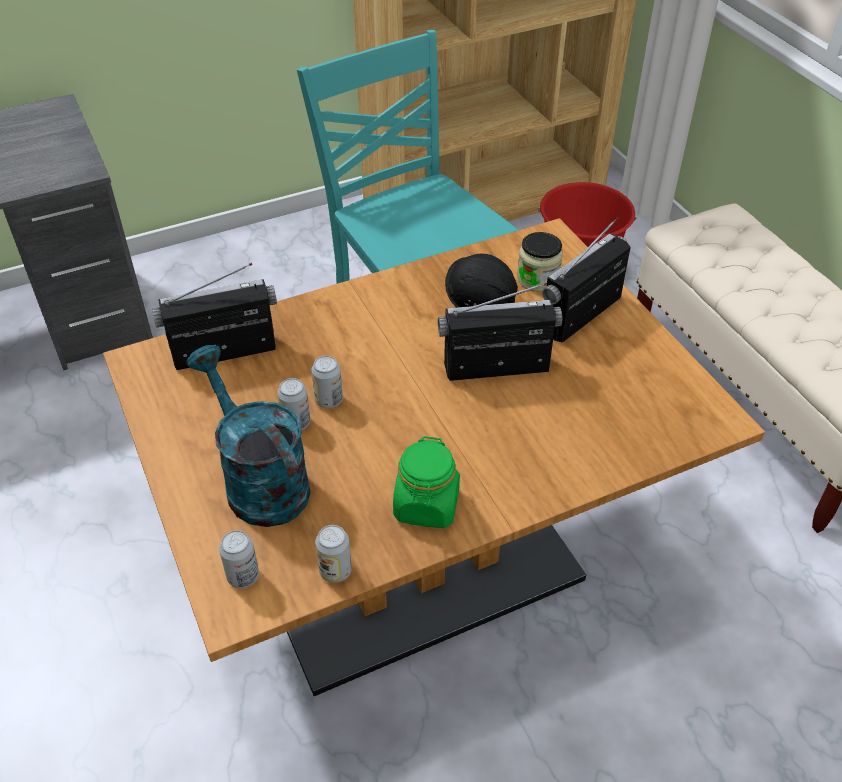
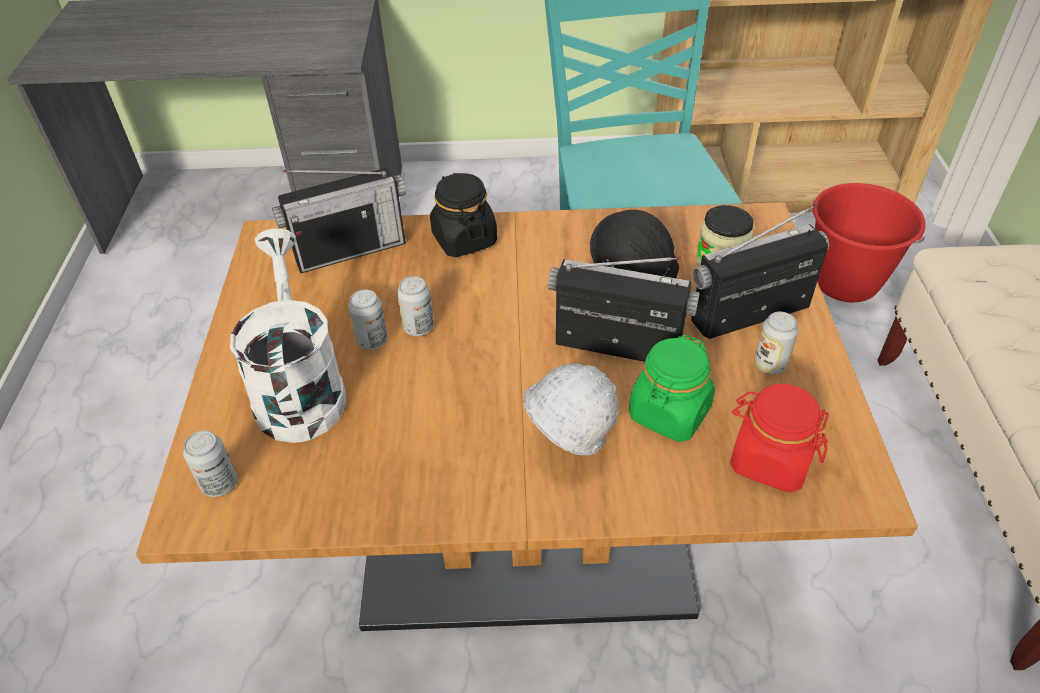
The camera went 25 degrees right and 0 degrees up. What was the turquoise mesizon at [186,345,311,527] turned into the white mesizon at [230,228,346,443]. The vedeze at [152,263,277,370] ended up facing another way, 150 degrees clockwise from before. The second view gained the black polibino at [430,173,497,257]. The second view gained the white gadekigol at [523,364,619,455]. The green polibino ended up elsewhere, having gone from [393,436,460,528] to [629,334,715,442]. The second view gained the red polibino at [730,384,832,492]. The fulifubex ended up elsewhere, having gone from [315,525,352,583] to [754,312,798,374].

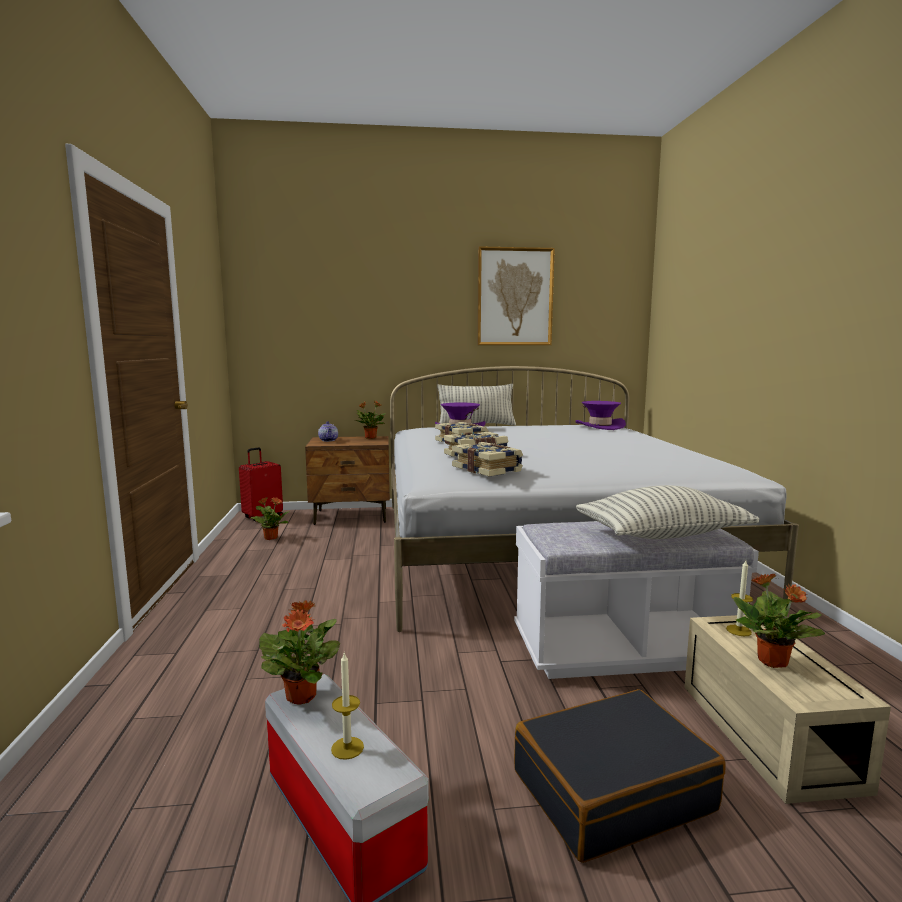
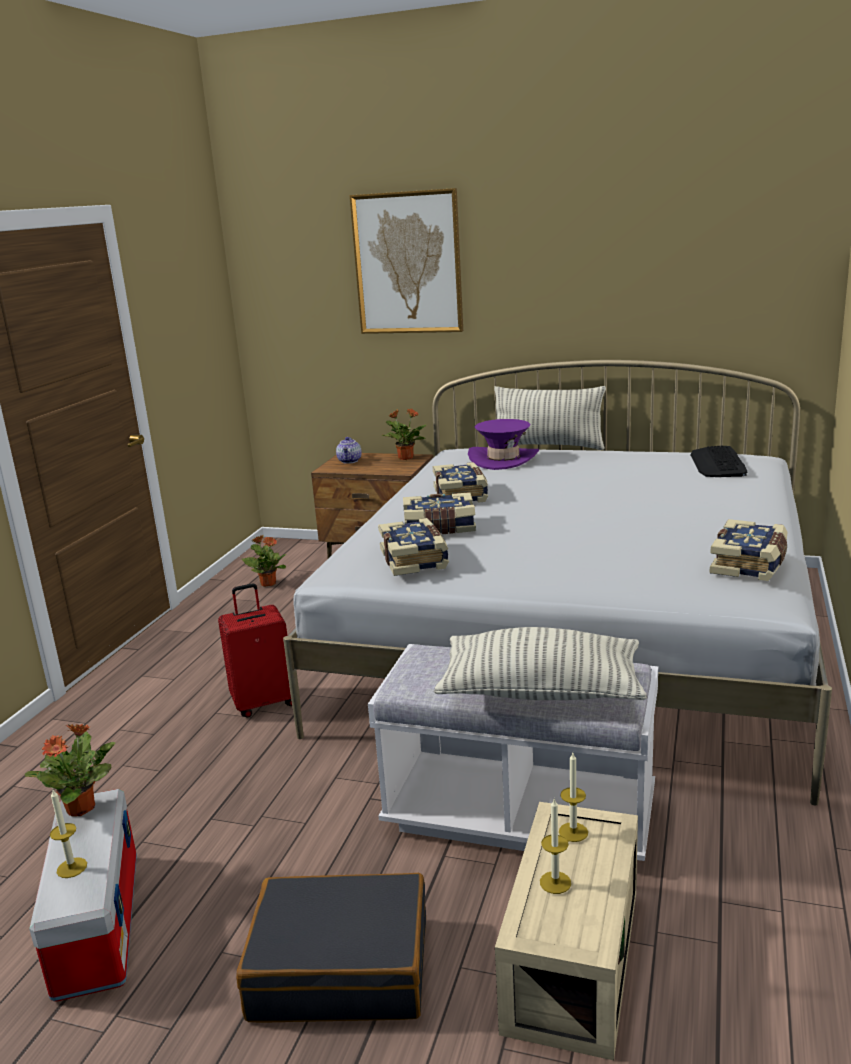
The camera went 25 degrees right and 10 degrees up. The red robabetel ended up elsewhere, having gone from [239,447,283,522] to [218,583,292,718]. The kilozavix ended up elsewhere, having gone from [477,246,555,345] to [350,188,463,334]. Where the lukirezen stood at [733,574,825,668], the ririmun came to stand at [540,799,571,894]. Where the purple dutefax stood at [575,401,626,430], the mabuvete came to stand at [690,445,747,477]. The second view gained the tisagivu at [709,519,788,581].

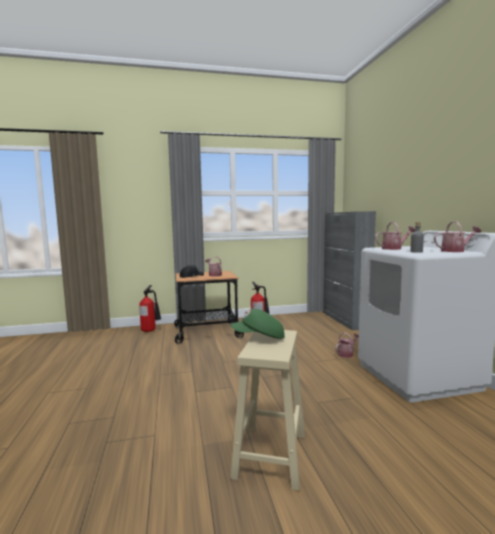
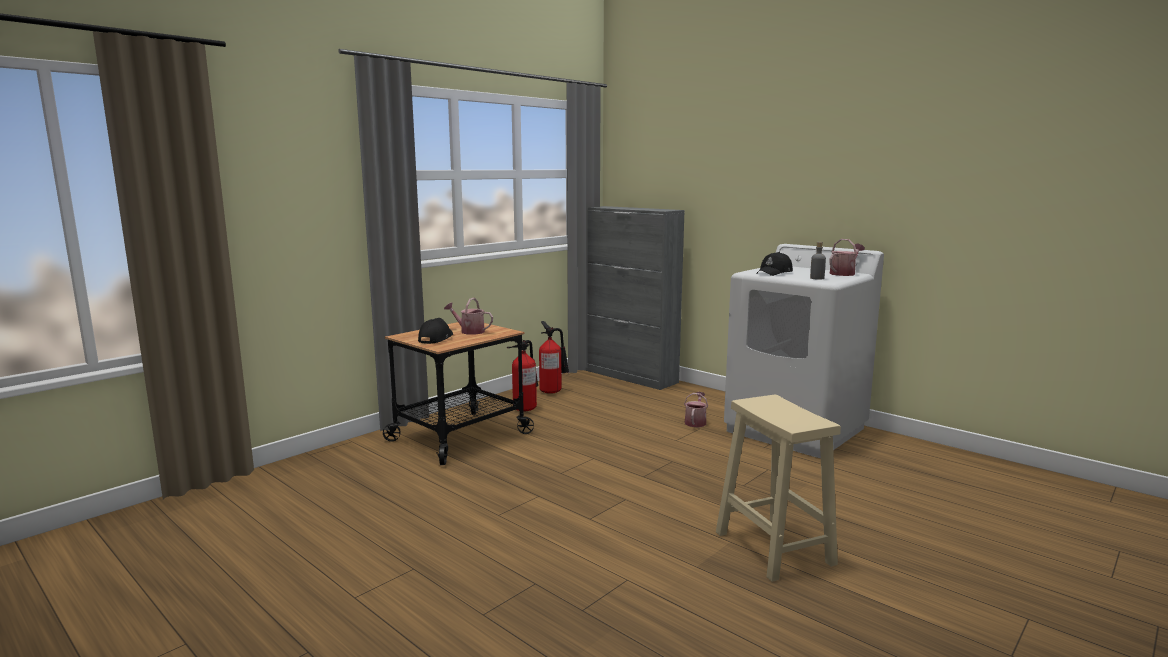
The camera went 35 degrees left and 5 degrees up. The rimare ended up elsewhere, having gone from [139,285,161,332] to [539,321,569,394]. Where the mesizon stood at [375,222,415,250], the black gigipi came to stand at [757,252,793,276]. The second view lost the green gigipi at [230,309,284,339].

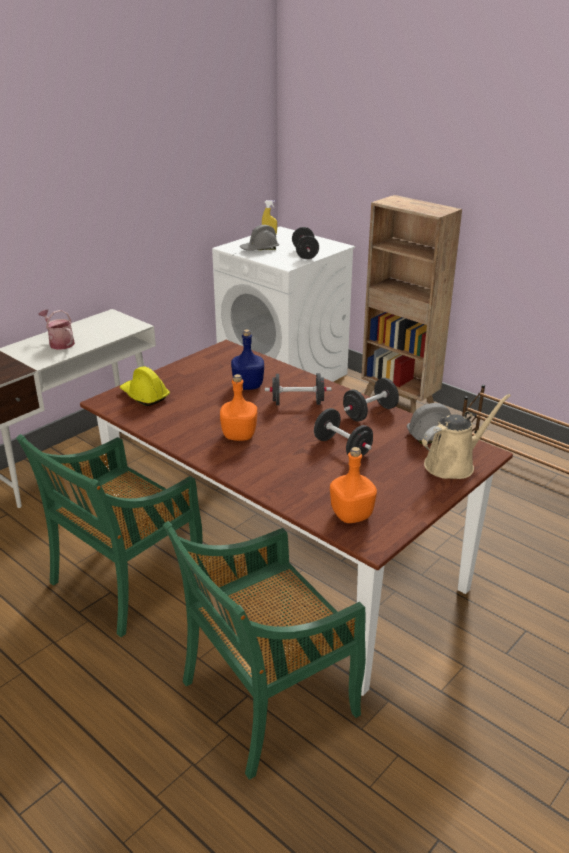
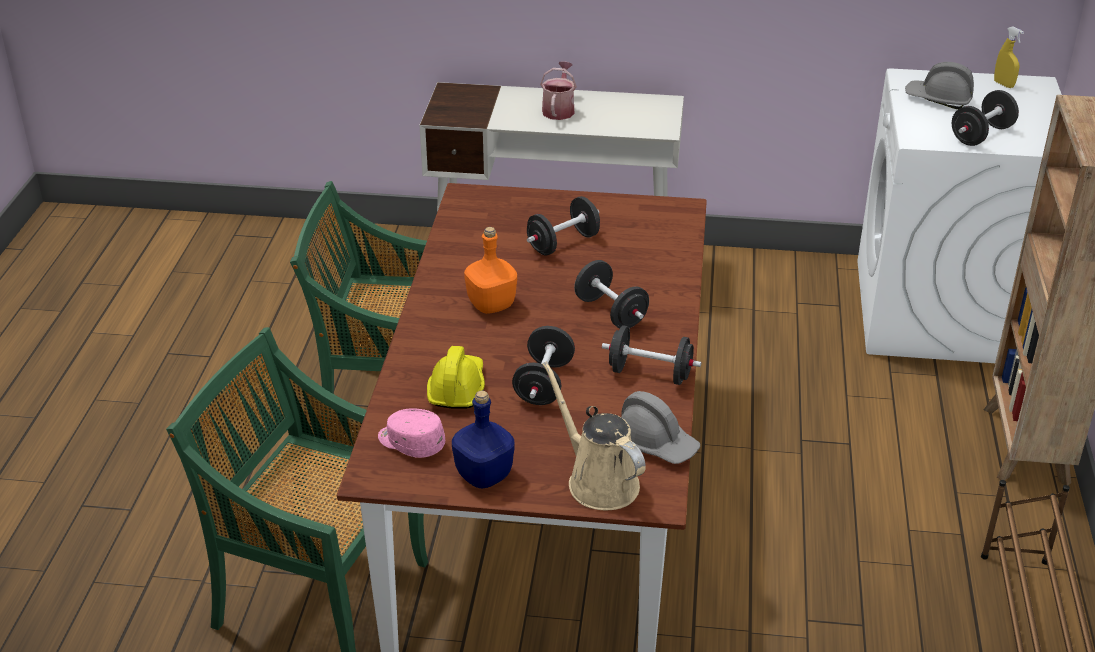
The camera went 55 degrees right and 5 degrees up. Where the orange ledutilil stood at [330,447,377,523], the pink gigipi came to stand at [378,408,445,458]. The yellow gadekigol ended up elsewhere, having gone from [120,366,170,406] to [427,346,485,409]. The blue ledutilil ended up elsewhere, having gone from [231,329,264,390] to [452,391,515,488]. The second view gained the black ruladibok at [527,196,600,256]. The beige mesizon at [422,394,511,479] ended up facing another way, 150 degrees counterclockwise from before.

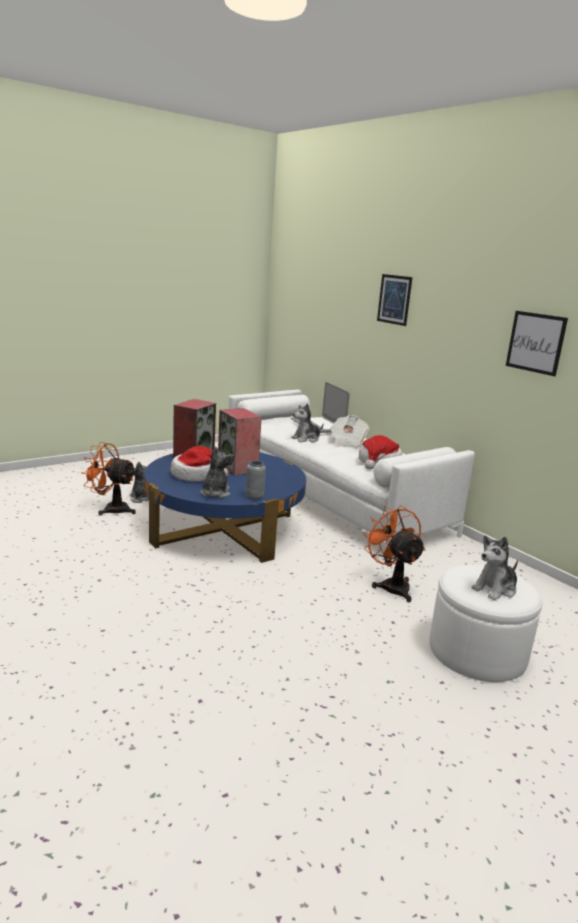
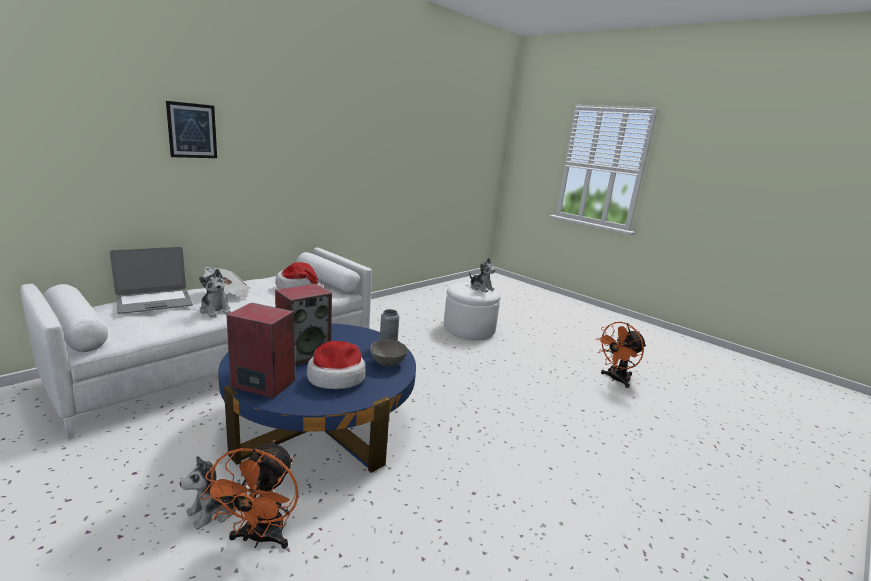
The camera went 100 degrees left and 0 degrees up. Where the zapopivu stood at [200,446,233,498], the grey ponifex came to stand at [370,340,408,366]. The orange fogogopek ended up elsewhere, having gone from [363,505,426,602] to [596,322,646,388]. The second view lost the kilozavix at [506,311,568,376].

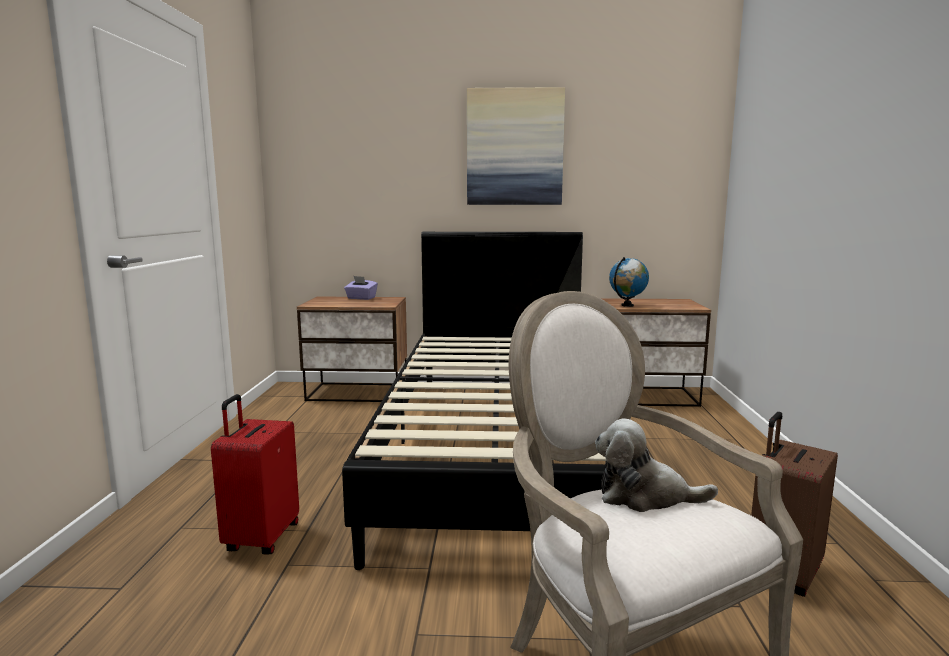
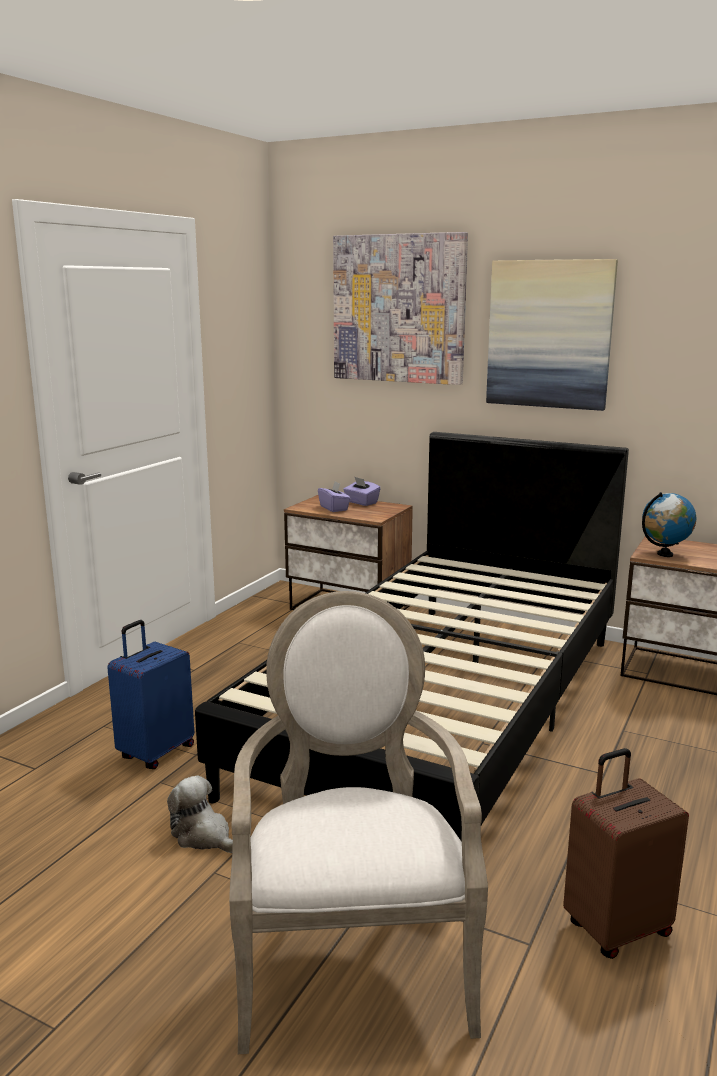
The camera went 25 degrees right and 5 degrees up. What was the red robabetel at [211,394,299,555] turned into the blue robabetel at [107,620,194,769]. The zapopivu ended up elsewhere, having gone from [595,419,718,512] to [167,775,233,853]. The second view gained the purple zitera at [318,482,351,512]. The second view gained the kilozavix at [333,232,468,385].

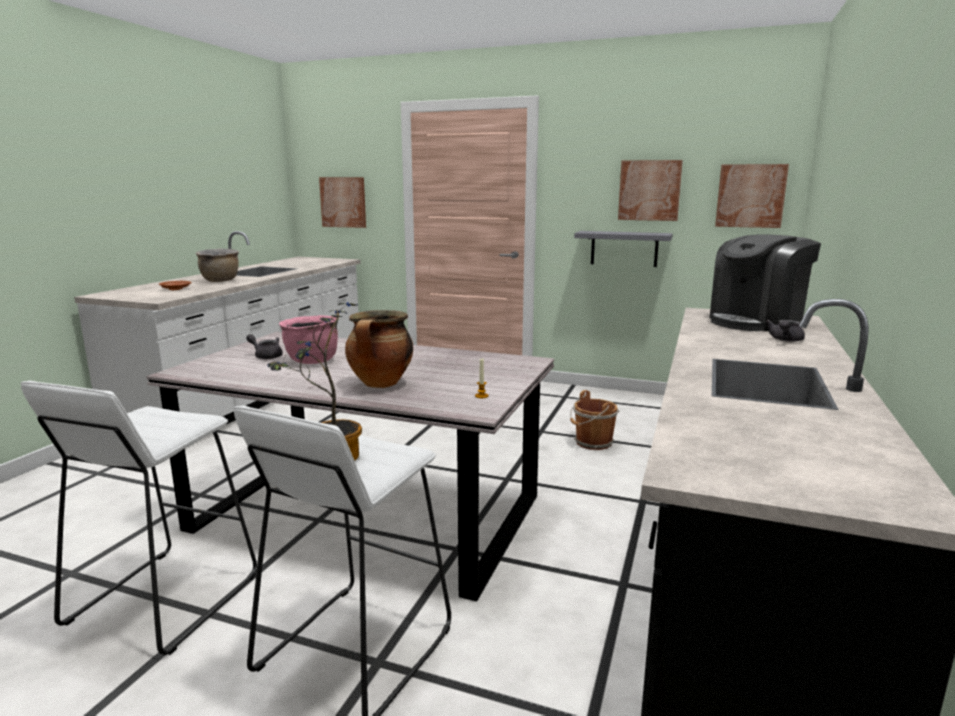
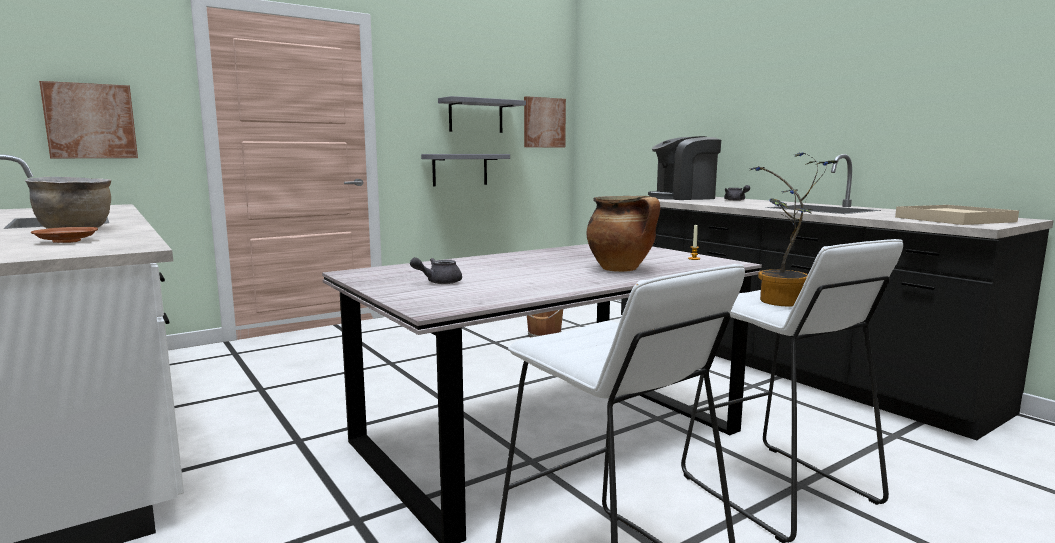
The camera went 55 degrees left and 5 degrees down. Where the kilozavix hung at [618,160,683,221], the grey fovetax came to hang at [438,96,526,133]. The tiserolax at [710,234,821,331] ended up facing another way, 75 degrees clockwise from before. The second view gained the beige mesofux at [895,205,1019,225]. The second view lost the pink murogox at [279,315,338,364].

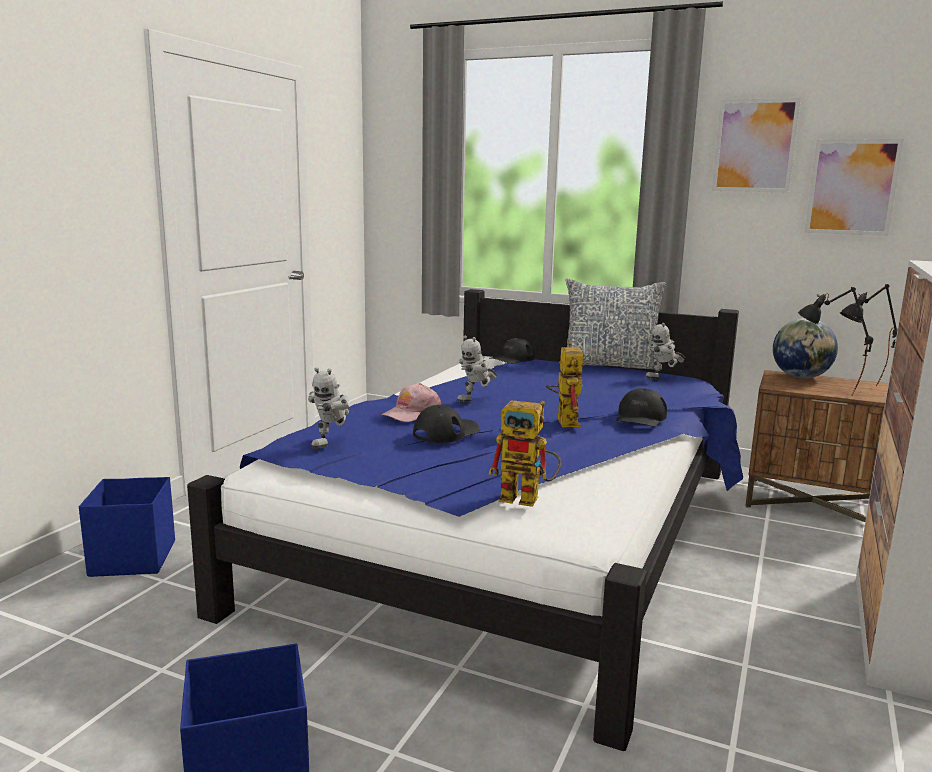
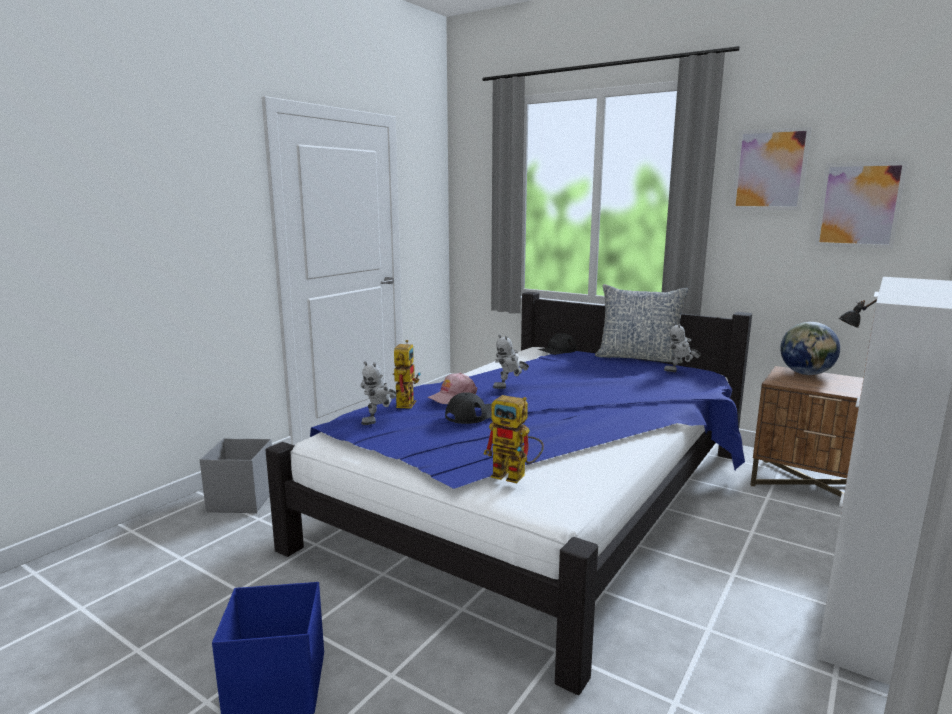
The camera went 10 degrees right and 0 degrees up. What was the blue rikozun at [79,477,175,577] turned into the grey rikozun at [200,438,272,513]. The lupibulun ended up elsewhere, having gone from [546,342,583,427] to [393,340,421,409]. The second view lost the black gigipi at [616,388,667,427]. The second view lost the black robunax at [798,287,873,395].

